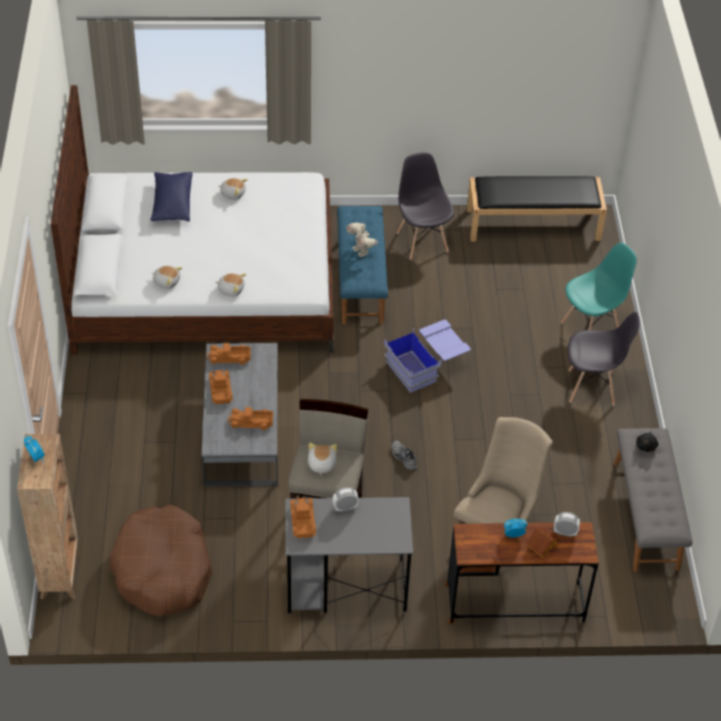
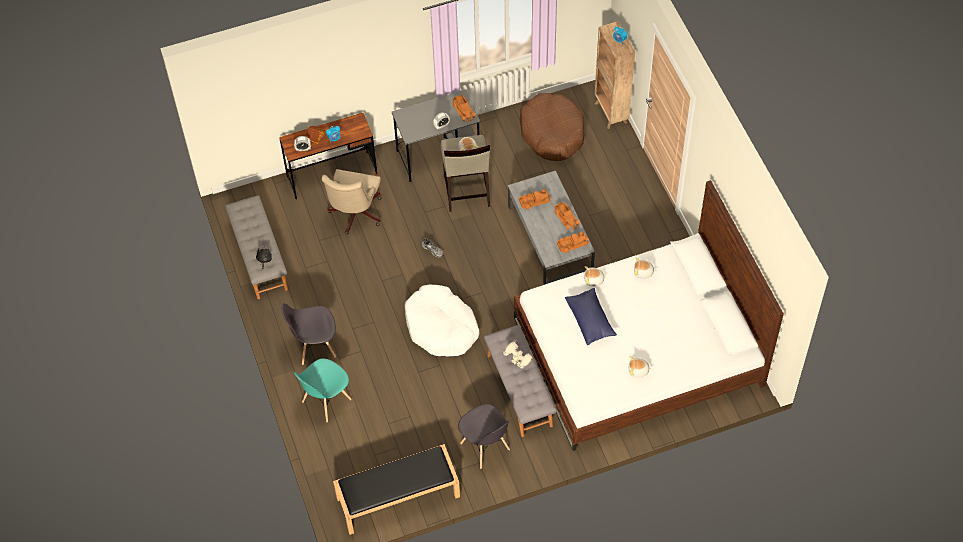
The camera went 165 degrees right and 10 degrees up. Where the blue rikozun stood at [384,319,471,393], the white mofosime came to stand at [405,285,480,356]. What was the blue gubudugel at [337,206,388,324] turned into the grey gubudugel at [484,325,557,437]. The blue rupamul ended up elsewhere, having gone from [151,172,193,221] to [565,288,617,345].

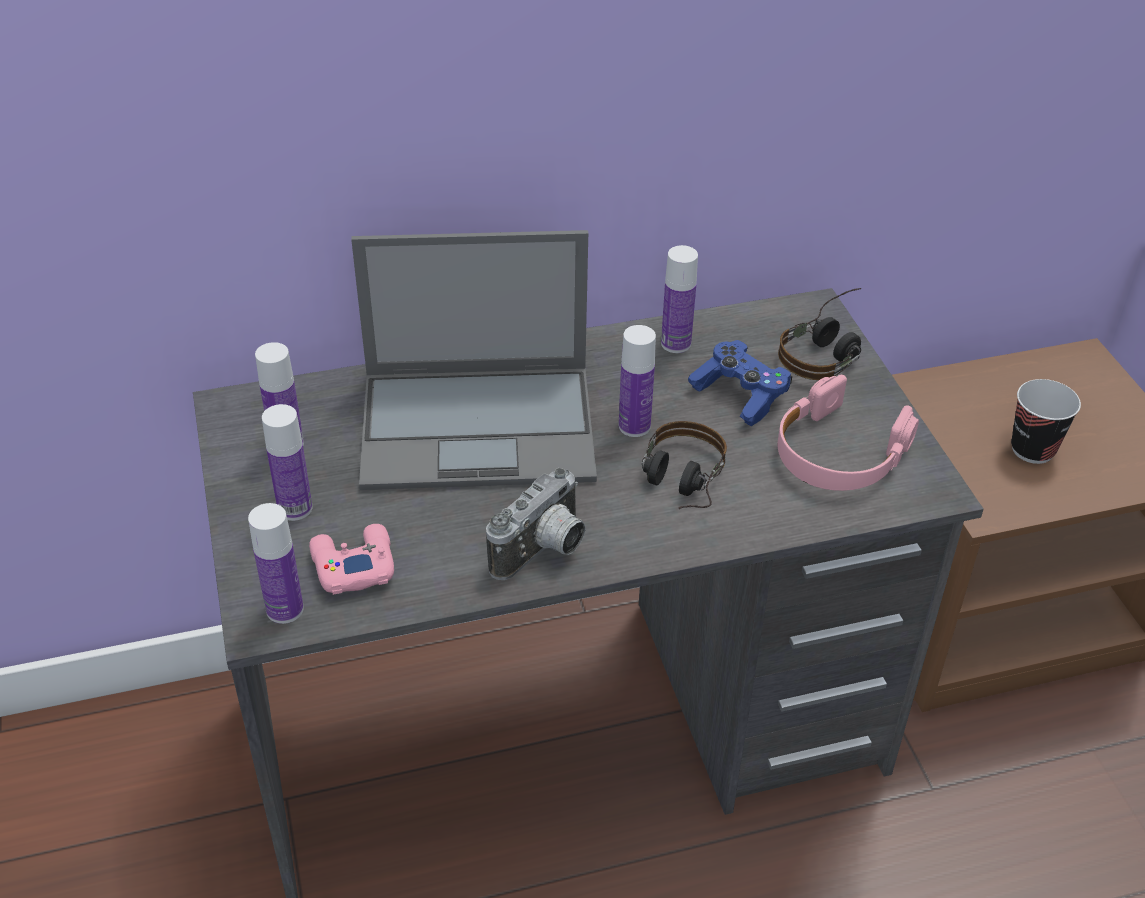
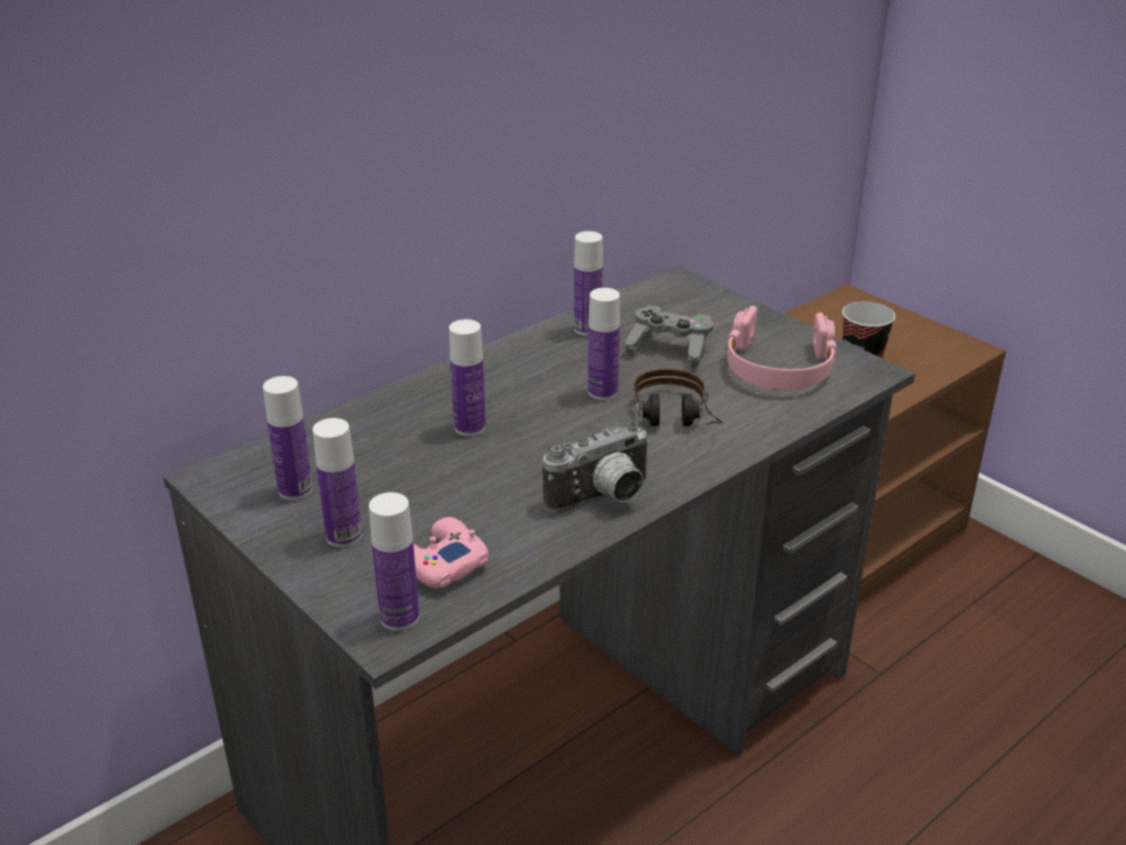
The camera went 25 degrees left and 10 degrees down. Where the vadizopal stood at [351,230,597,490], the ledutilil came to stand at [449,319,486,436]. The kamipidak at [486,468,586,580] ended up facing another way, 45 degrees clockwise from before. What was the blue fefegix at [688,340,792,426] turned into the grey fefegix at [623,305,714,367]. The second view lost the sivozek at [778,288,861,380].

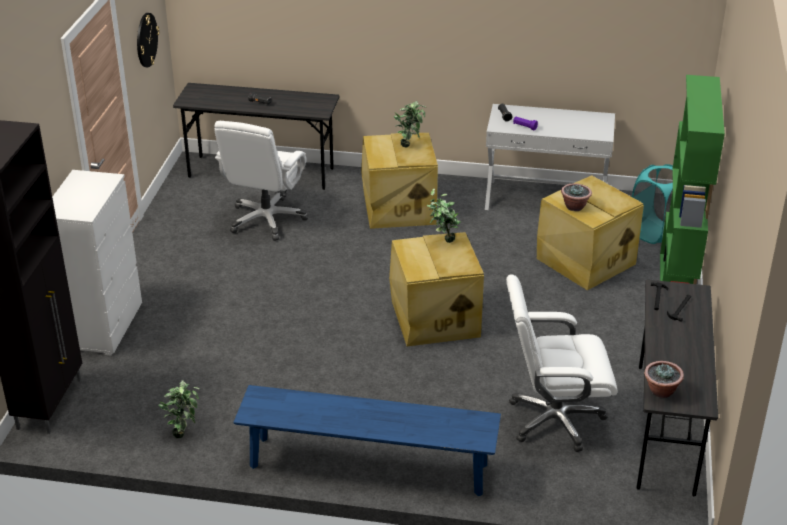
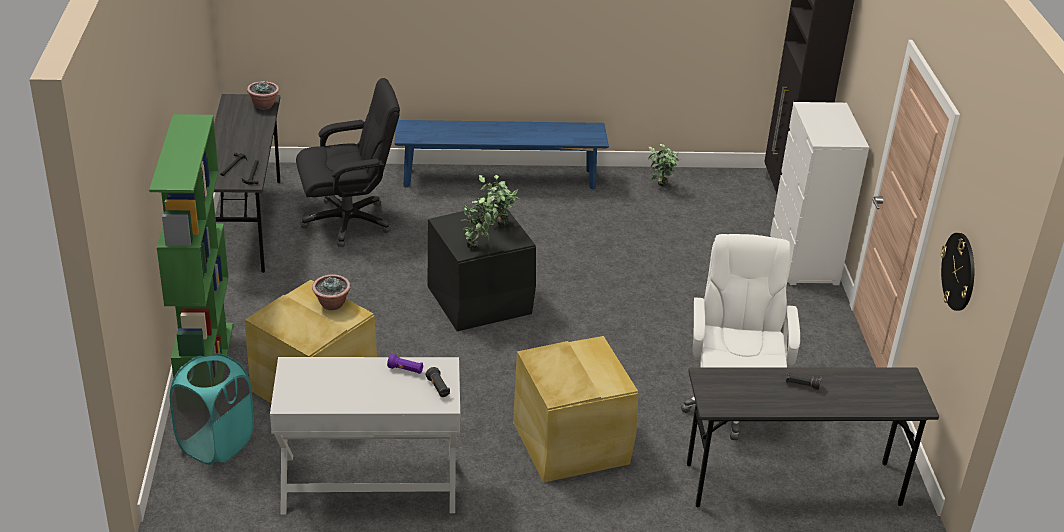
The camera went 165 degrees right and 0 degrees up. What was the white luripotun at [506,274,618,452] turned into the black luripotun at [296,78,400,247]. What was the beige rikozun at [389,232,484,346] turned into the black rikozun at [428,207,536,331]. The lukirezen ended up elsewhere, having gone from [394,101,427,147] to [479,175,519,226].

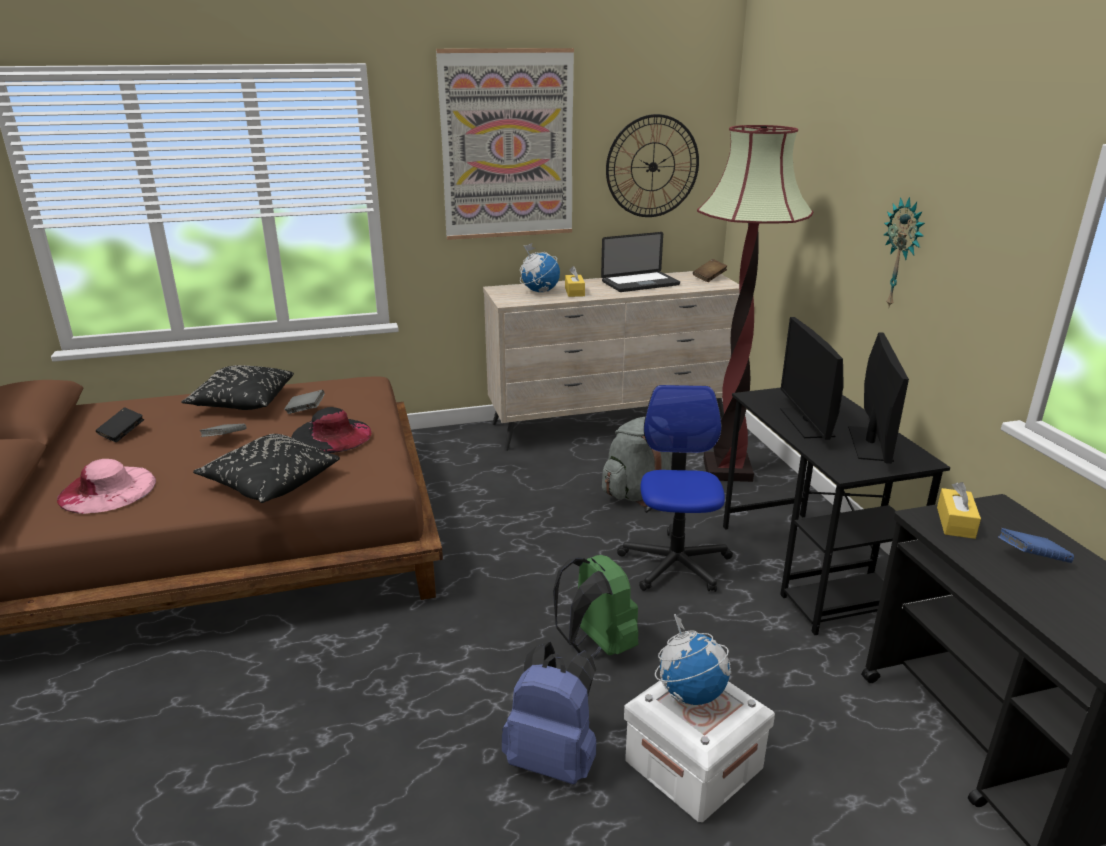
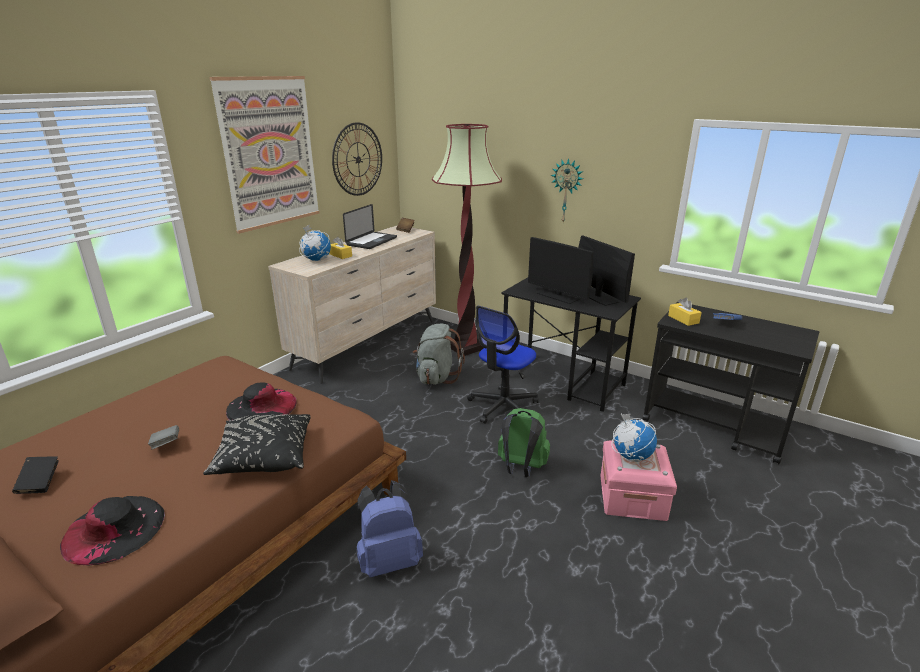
The camera went 40 degrees left and 0 degrees up. What was the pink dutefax at [57,459,156,514] turned into the black dutefax at [60,496,165,565]. The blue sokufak ended up elsewhere, having gone from [502,641,596,784] to [357,480,423,578]. The luripotun at [617,385,733,592] ended up facing another way, 105 degrees counterclockwise from before. What was the white rikozun at [624,681,775,822] turned into the pink rikozun at [600,440,677,521]. The second view lost the black rupamul at [181,365,294,410]. The second view lost the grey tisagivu at [284,390,325,414].

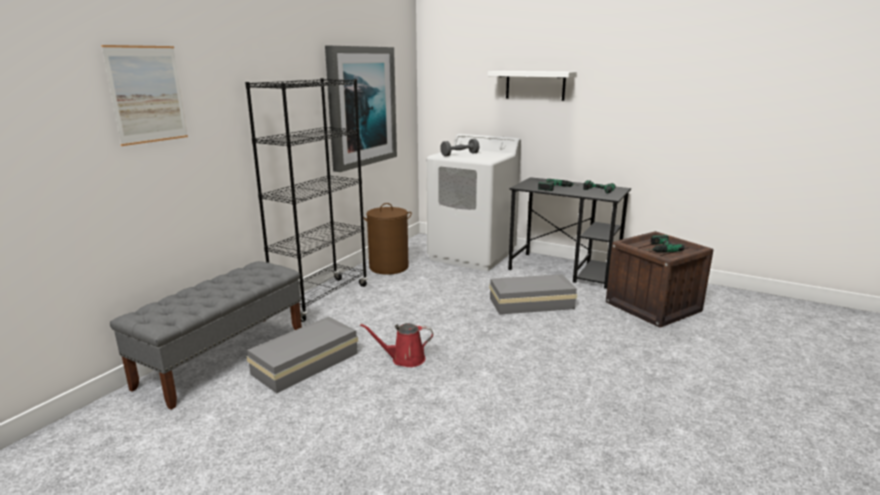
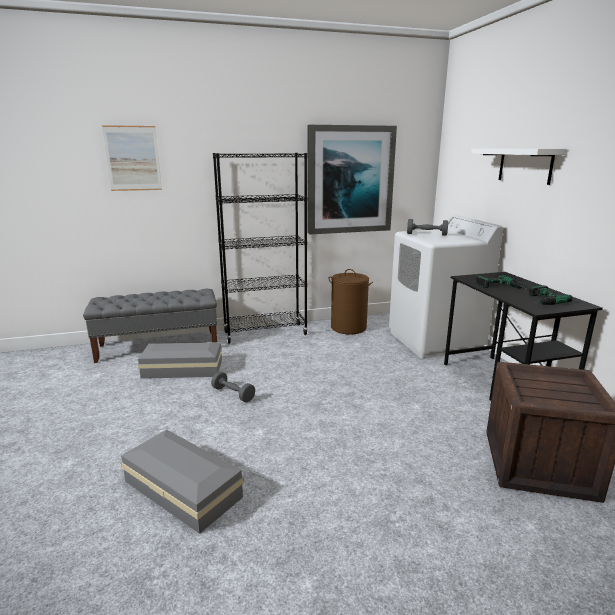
The camera went 45 degrees right and 0 degrees up. The grey rikozun ended up elsewhere, having gone from [489,274,577,315] to [121,429,244,534]. Where the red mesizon stood at [360,323,433,367], the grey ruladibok came to stand at [211,371,255,403]. The second view lost the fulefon at [648,235,684,252].

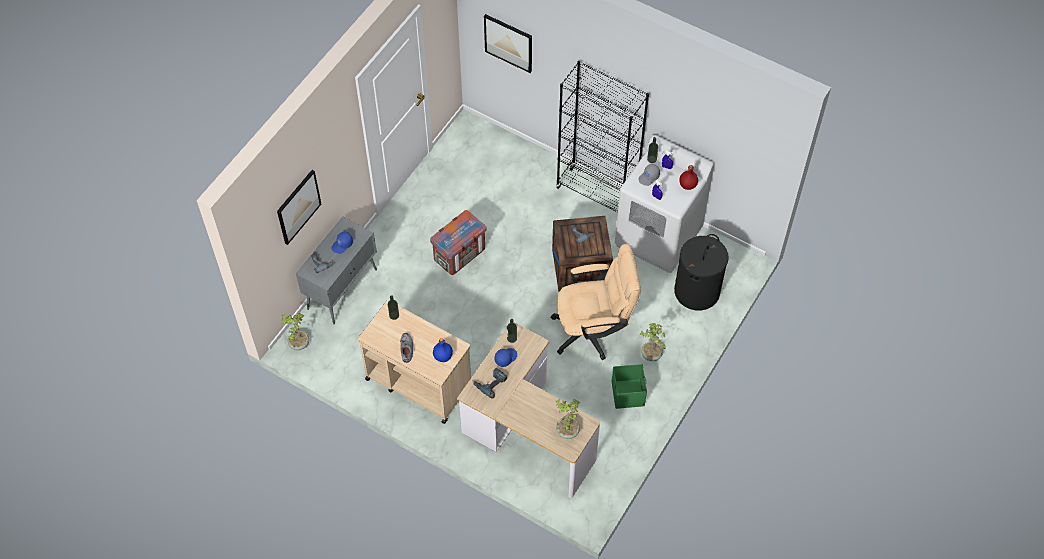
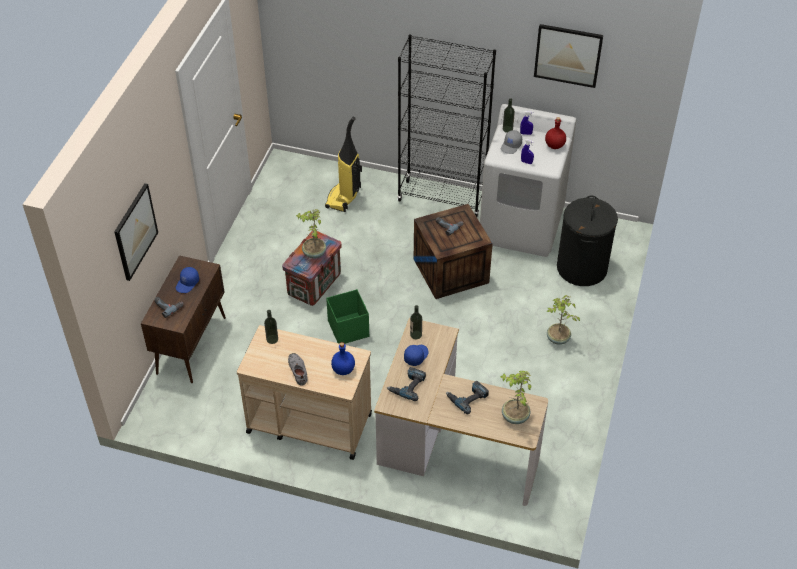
The camera went 15 degrees left and 10 degrees down. What was the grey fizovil at [296,216,377,324] turned into the brown fizovil at [141,255,226,383]. The lukirezen ended up elsewhere, having gone from [281,313,309,350] to [296,209,326,258]. The second view gained the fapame at [325,117,362,212]. The green rikozun ended up elsewhere, having gone from [612,364,647,409] to [326,289,369,344]. The second view gained the fulefon at [446,381,489,414]. The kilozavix ended up elsewhere, having gone from [484,14,532,73] to [534,24,603,88]. The second view lost the beige luripotun at [550,244,641,360].

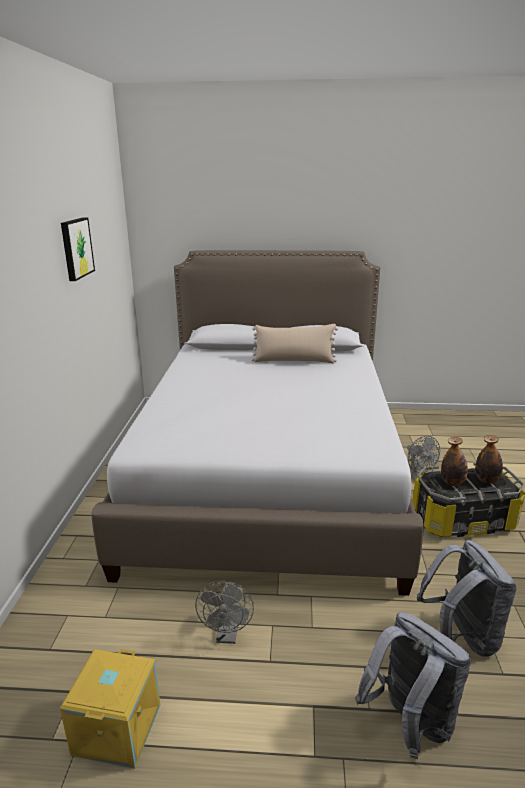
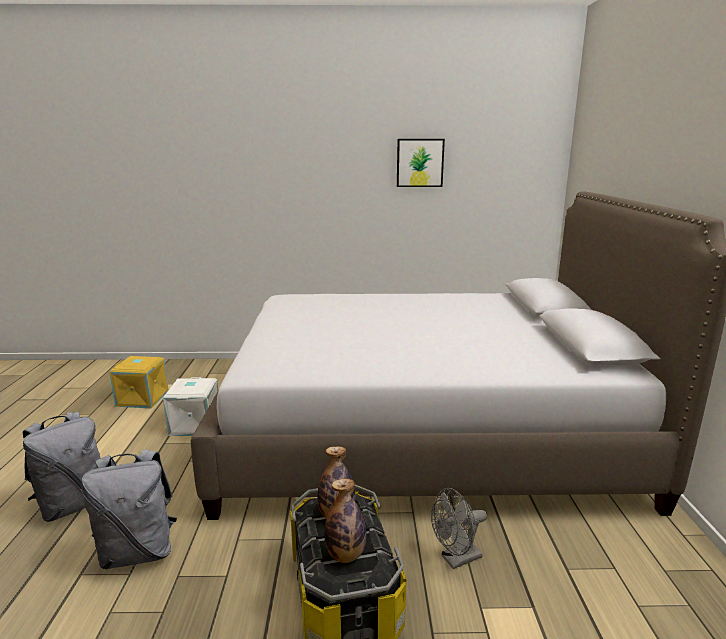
The camera went 85 degrees right and 5 degrees down. Where the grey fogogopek stood at [195,581,254,644], the white rikozun came to stand at [163,377,218,436]. The second view lost the beige rupamul at [251,324,338,363].

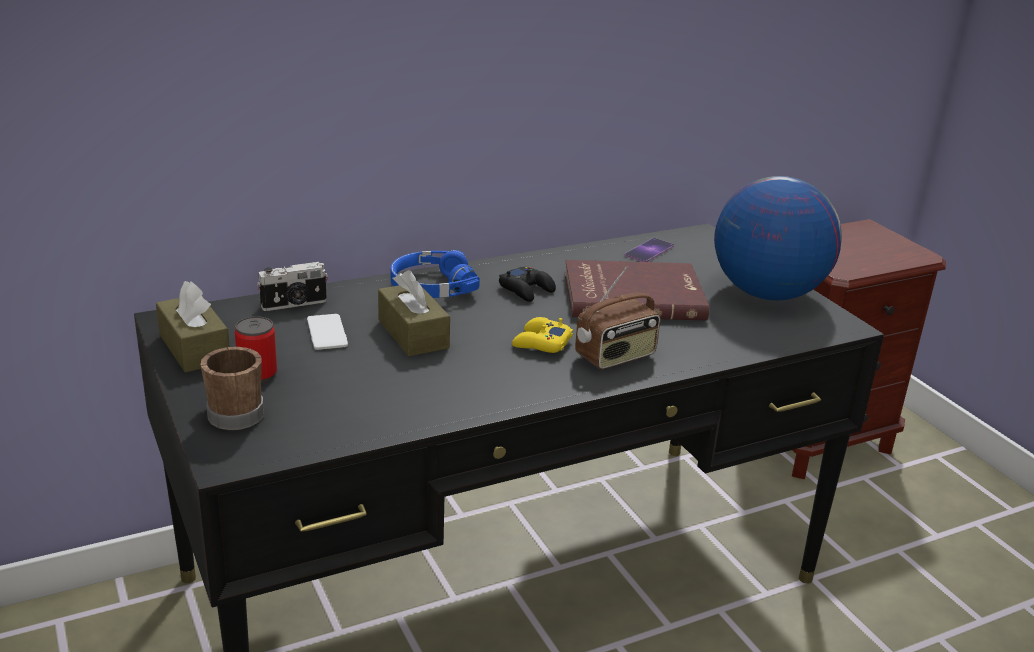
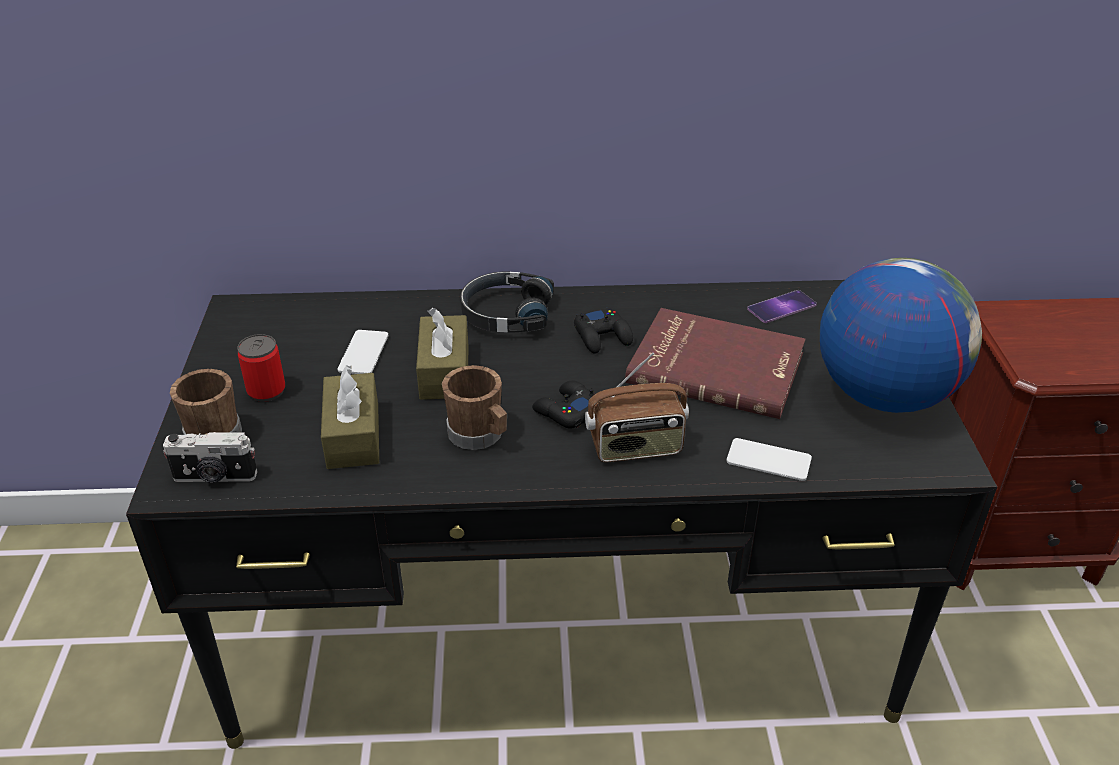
The camera went 25 degrees right and 10 degrees up. The kamipidak ended up elsewhere, having gone from [257,262,328,311] to [163,432,257,483]. The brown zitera ended up elsewhere, having gone from [156,281,230,373] to [321,365,379,469]. The second view gained the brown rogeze at [442,365,507,450]. What was the blue sivozek at [391,250,480,298] turned into the black sivozek at [460,272,554,333]. What was the yellow fefegix at [512,317,573,353] turned into the black fefegix at [532,380,595,429]. The second view gained the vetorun at [726,438,812,481].

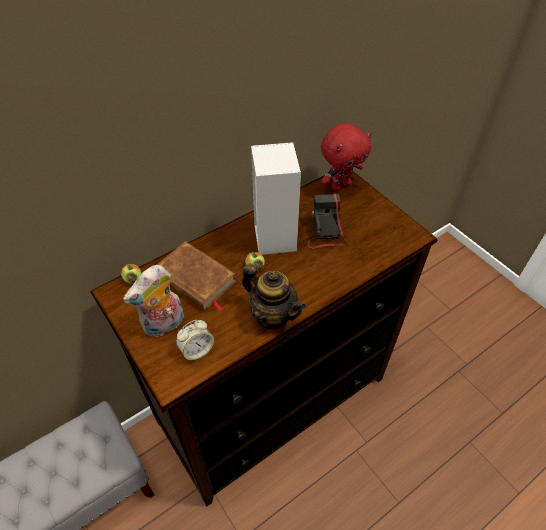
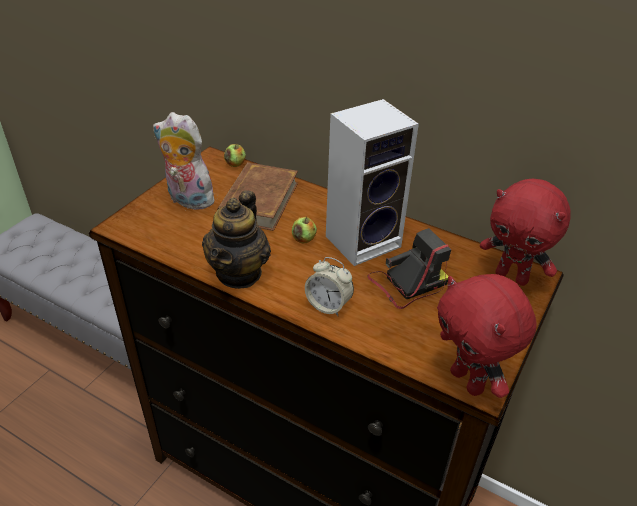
The camera went 65 degrees right and 10 degrees down. The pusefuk ended up elsewhere, having gone from [176,320,214,361] to [305,257,354,316]. The second view gained the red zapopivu at [437,274,537,398].

